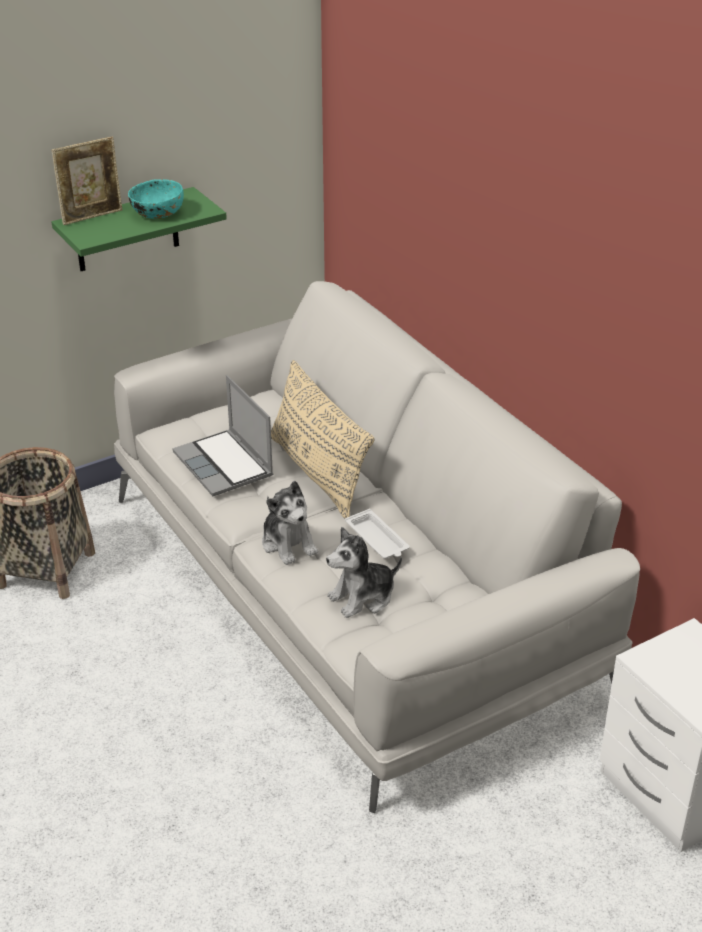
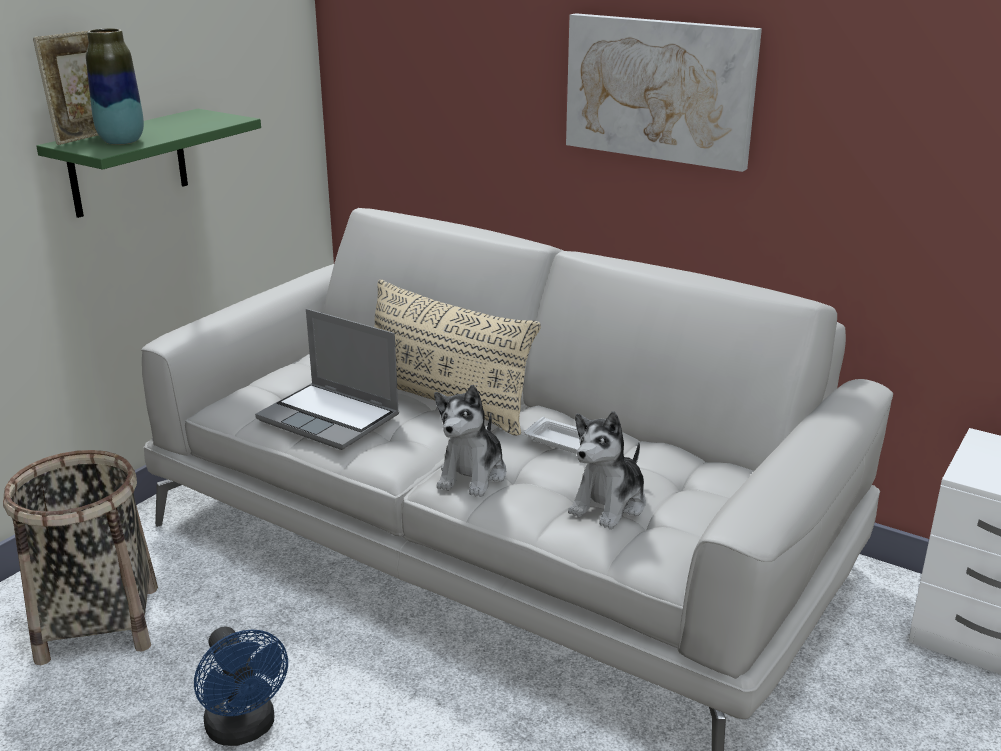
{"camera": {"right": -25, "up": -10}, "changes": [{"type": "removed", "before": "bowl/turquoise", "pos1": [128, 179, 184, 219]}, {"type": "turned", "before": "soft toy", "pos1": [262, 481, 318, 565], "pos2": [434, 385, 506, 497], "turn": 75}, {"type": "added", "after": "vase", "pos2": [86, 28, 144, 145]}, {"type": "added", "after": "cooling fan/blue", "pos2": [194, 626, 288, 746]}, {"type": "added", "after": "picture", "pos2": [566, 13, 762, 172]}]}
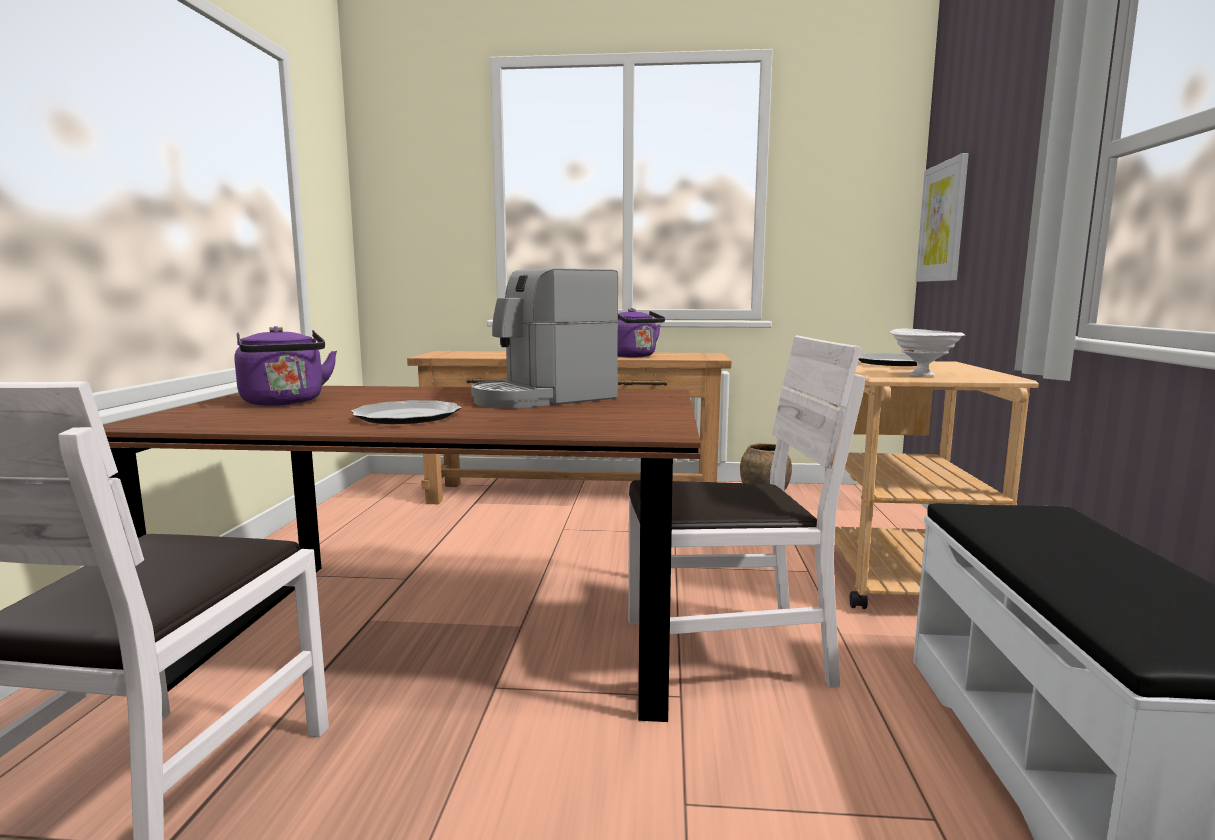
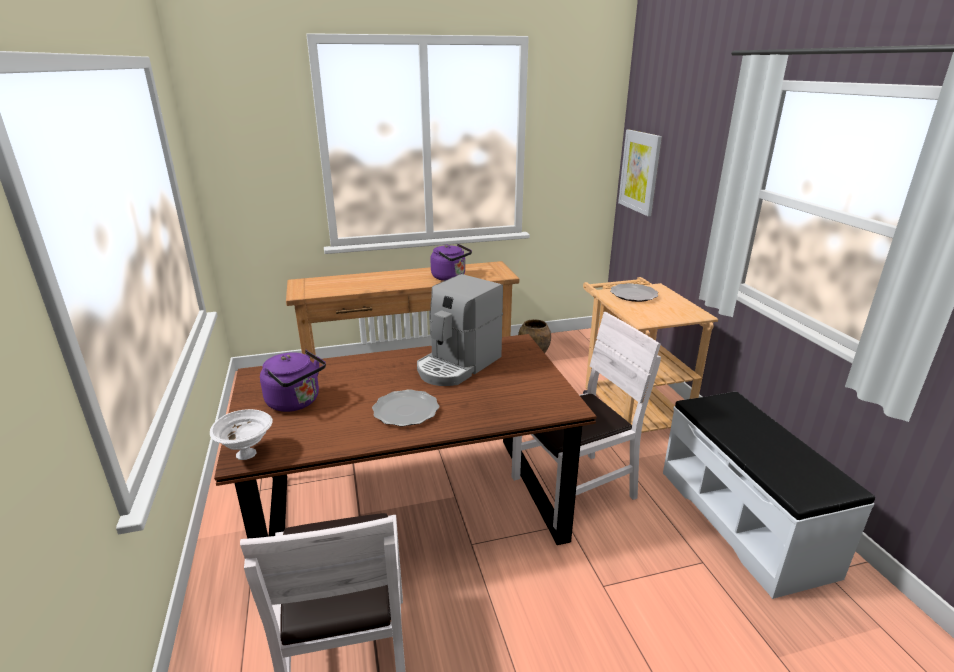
{"camera": {"right": -20, "up": 15}, "changes": [{"type": "moved", "before": "bowl/white", "pos1": [890, 329, 965, 376], "pos2": [210, 409, 273, 460]}]}
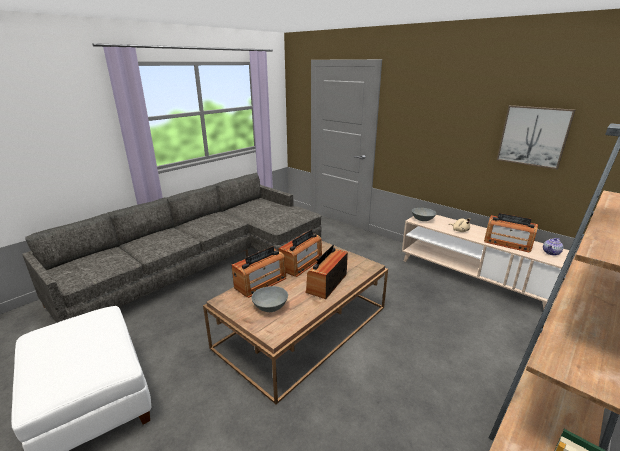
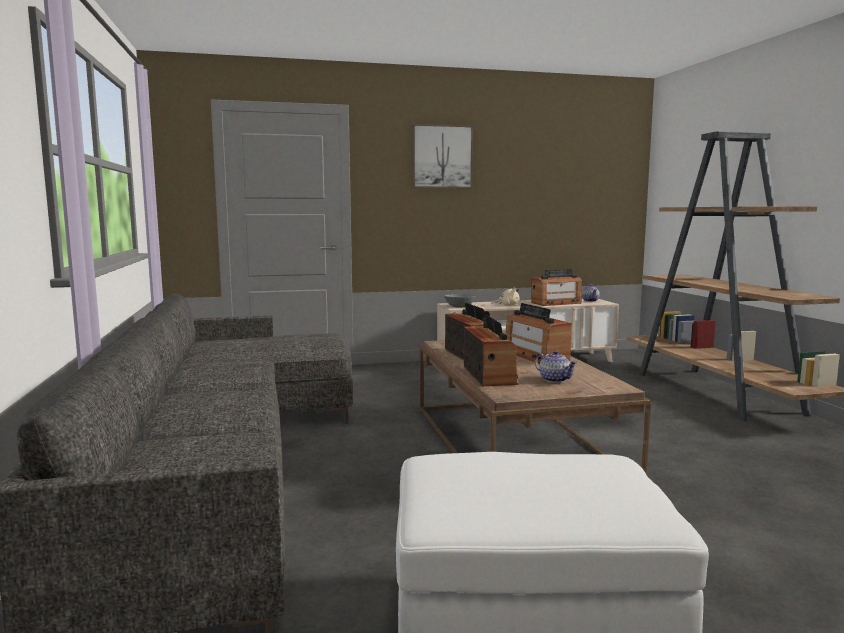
{"camera": {"right": -55, "up": -15}, "changes": [{"type": "replaced", "before": "bowl/gray", "after": "tea pot", "pos1": [251, 286, 288, 312], "pos2": [535, 350, 577, 383]}, {"type": "moved", "before": "picture", "pos1": [497, 105, 575, 169], "pos2": [412, 124, 473, 188]}]}
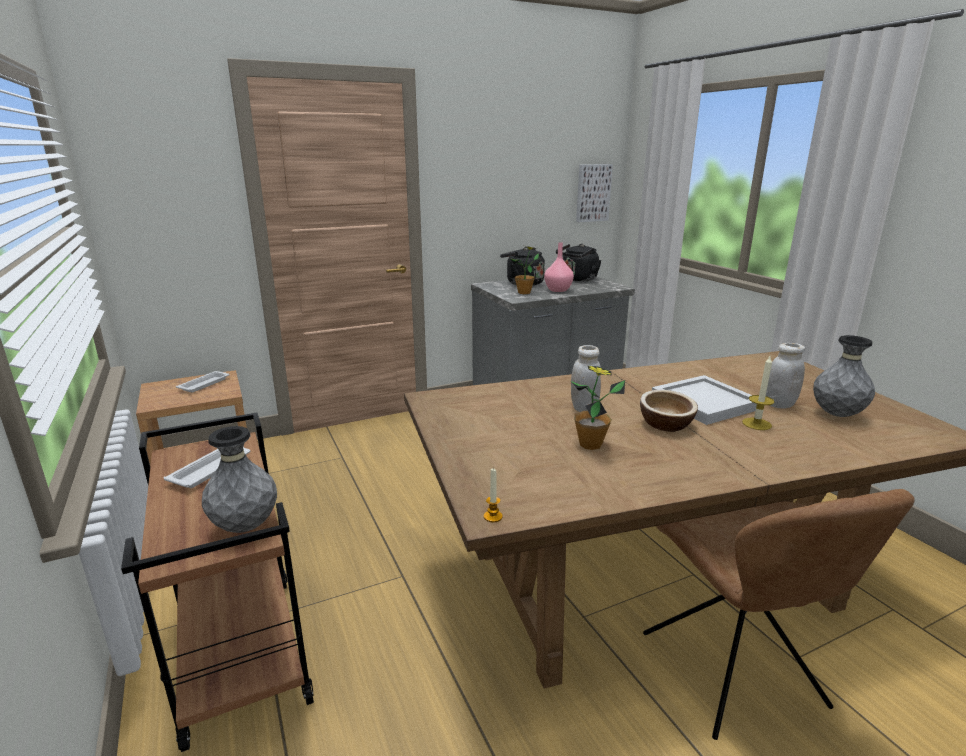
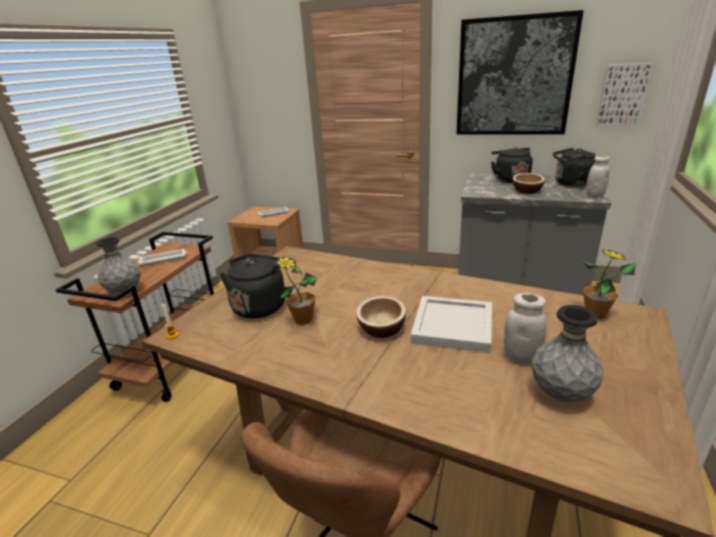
{"camera": {"right": 45, "up": 5}, "changes": [{"type": "moved", "before": "houseplant", "pos1": [510, 246, 540, 294], "pos2": [581, 249, 636, 320]}, {"type": "replaced", "before": "vase/pink-coloured", "after": "bowl", "pos1": [544, 242, 574, 292], "pos2": [513, 173, 545, 194]}, {"type": "moved", "before": "storage jar/white", "pos1": [571, 345, 601, 412], "pos2": [587, 156, 610, 198]}, {"type": "removed", "before": "candle", "pos1": [742, 356, 774, 430]}, {"type": "added", "after": "water kettle/blackish", "pos2": [220, 254, 285, 319]}, {"type": "added", "after": "picture", "pos2": [456, 10, 584, 135]}]}
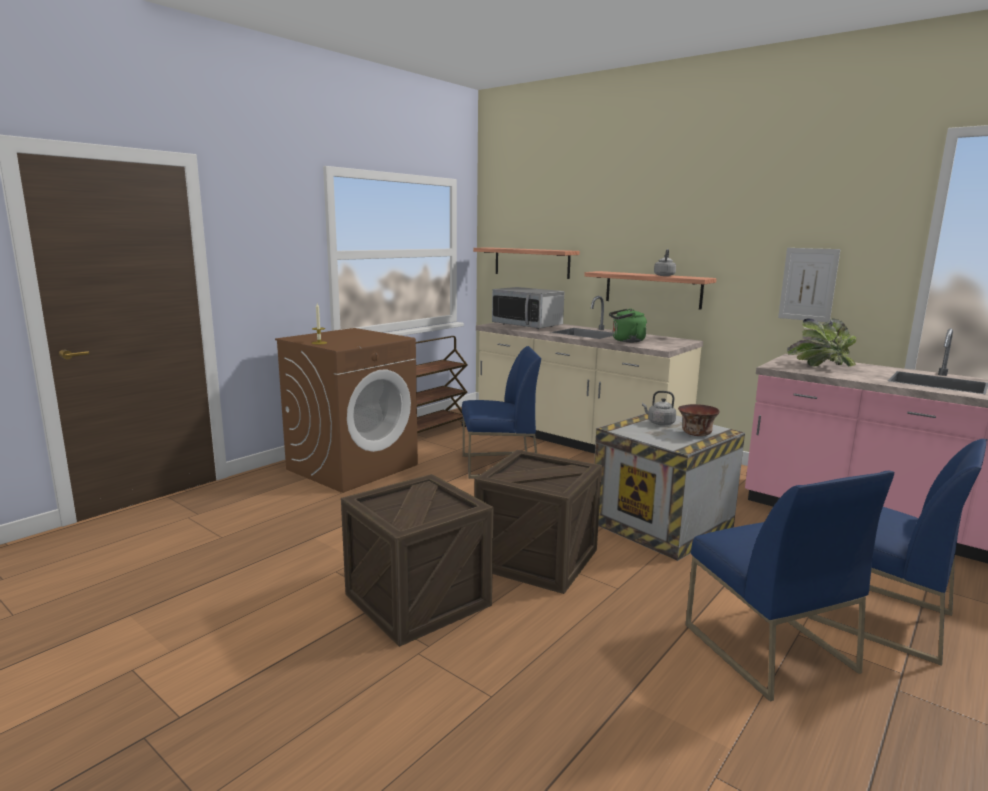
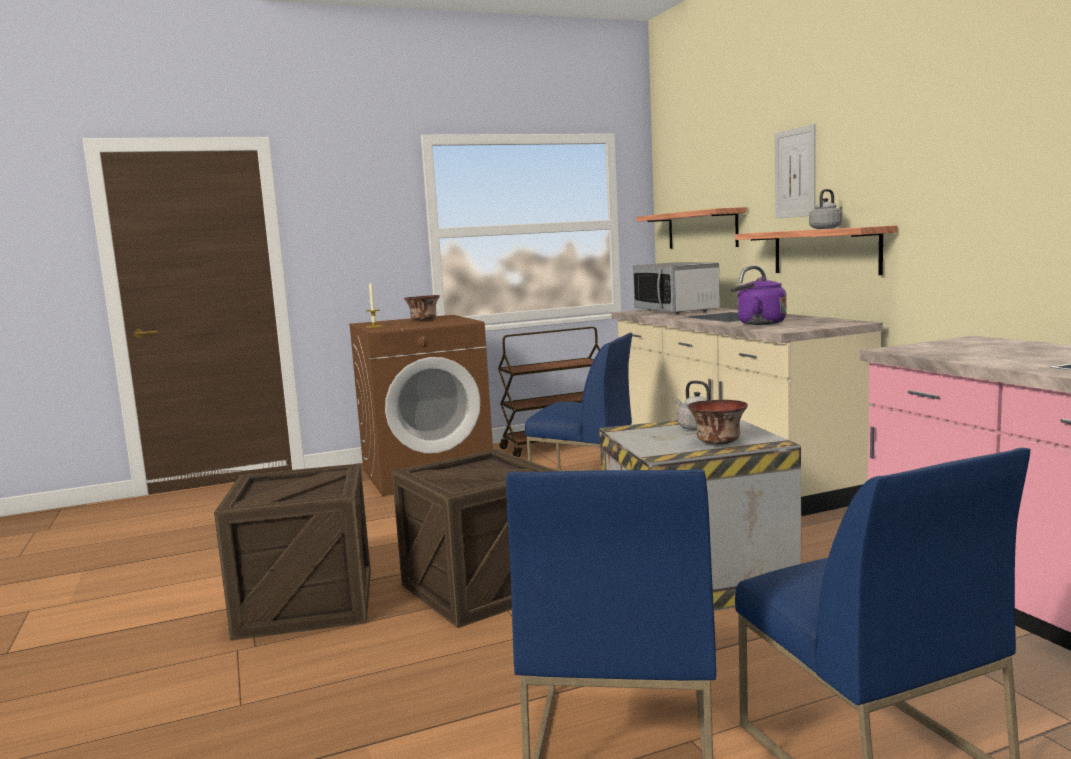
{"camera": {"right": 30, "up": -5}, "changes": [{"type": "recoloured", "before": "water kettle/green-coloured", "after": "water kettle/purple-coloured", "pos1": [609, 309, 647, 342], "pos2": [731, 277, 787, 325]}, {"type": "moved", "before": "picture", "pos1": [778, 248, 841, 322], "pos2": [775, 124, 816, 218]}, {"type": "removed", "before": "houseplant", "pos1": [787, 318, 857, 367]}, {"type": "added", "after": "bowl", "pos2": [404, 295, 440, 321]}]}
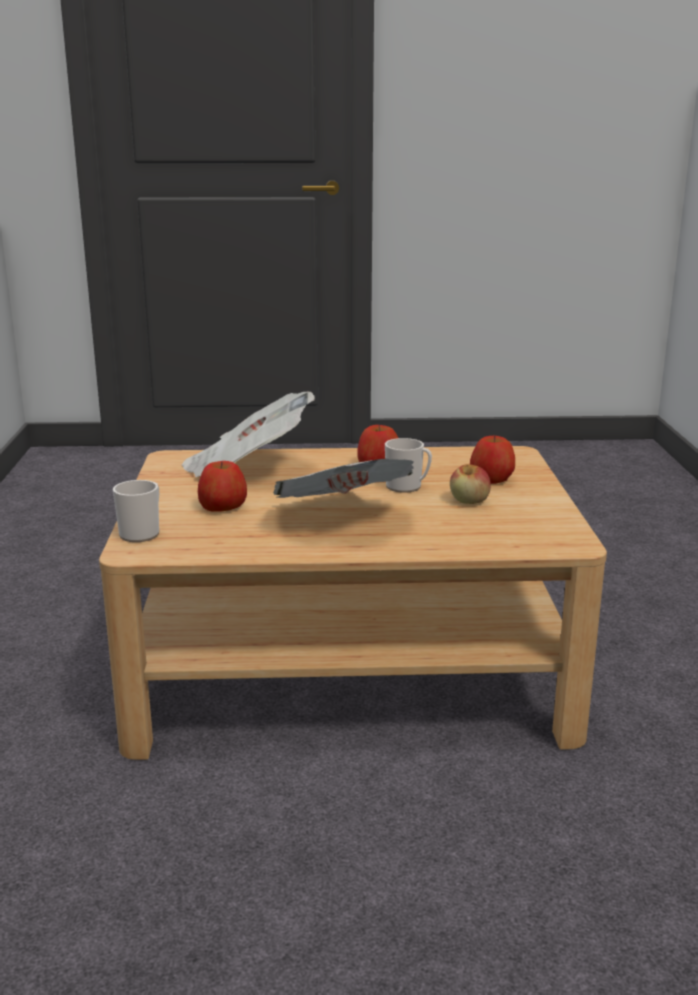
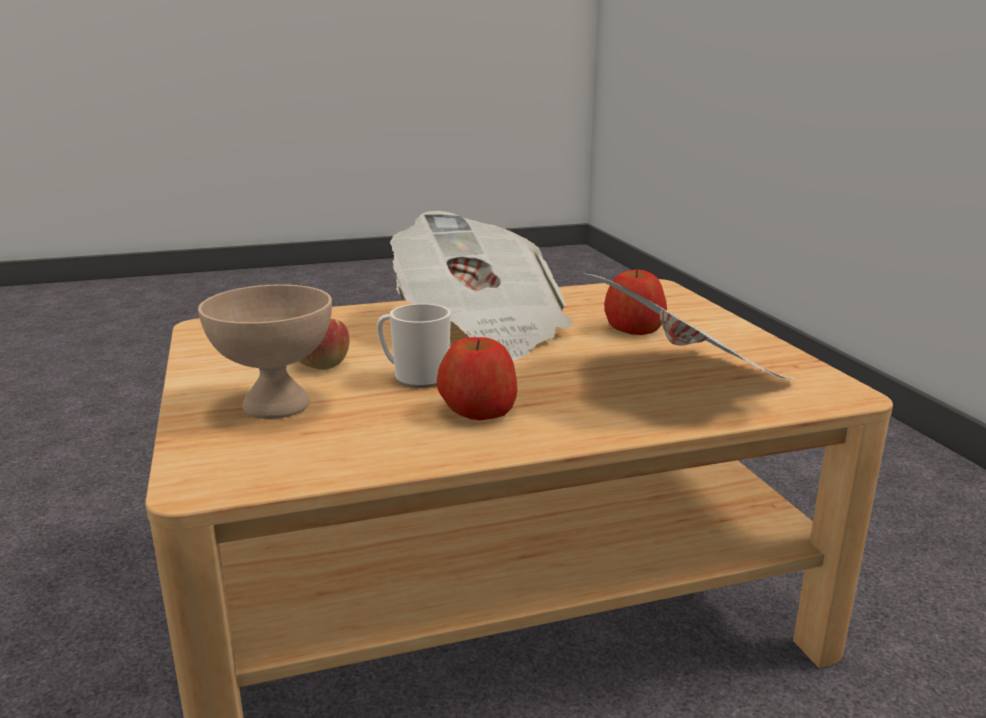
{"camera": {"right": 165, "up": 0}, "changes": [{"type": "removed", "before": "mug", "pos1": [113, 480, 159, 542]}, {"type": "replaced", "before": "apple", "after": "bowl/beige", "pos1": [470, 436, 515, 484], "pos2": [198, 284, 332, 419]}]}
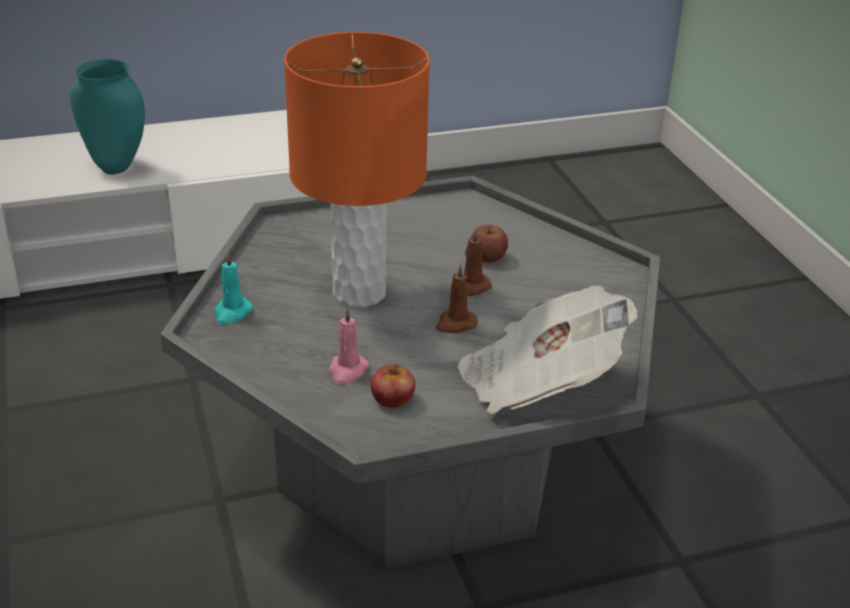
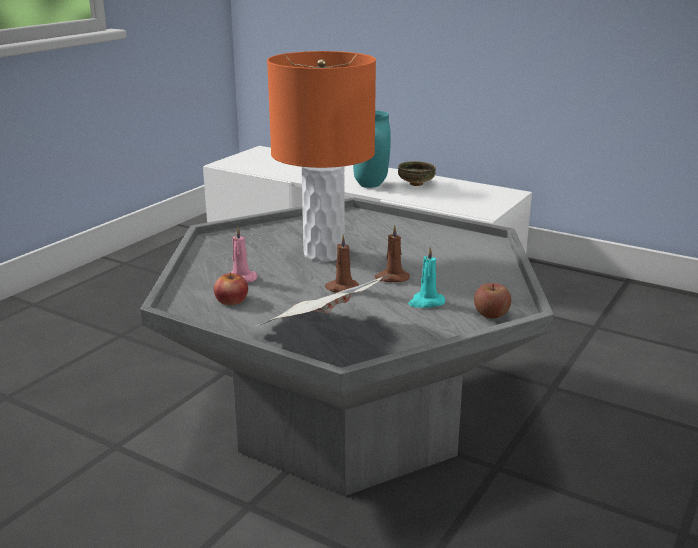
{"camera": {"right": 50, "up": -10}, "changes": [{"type": "moved", "before": "candle/turquoise", "pos1": [214, 252, 253, 325], "pos2": [408, 246, 445, 308]}, {"type": "moved", "before": "apple", "pos1": [470, 225, 508, 262], "pos2": [474, 283, 511, 319]}, {"type": "added", "after": "bowl", "pos2": [398, 161, 436, 186]}]}
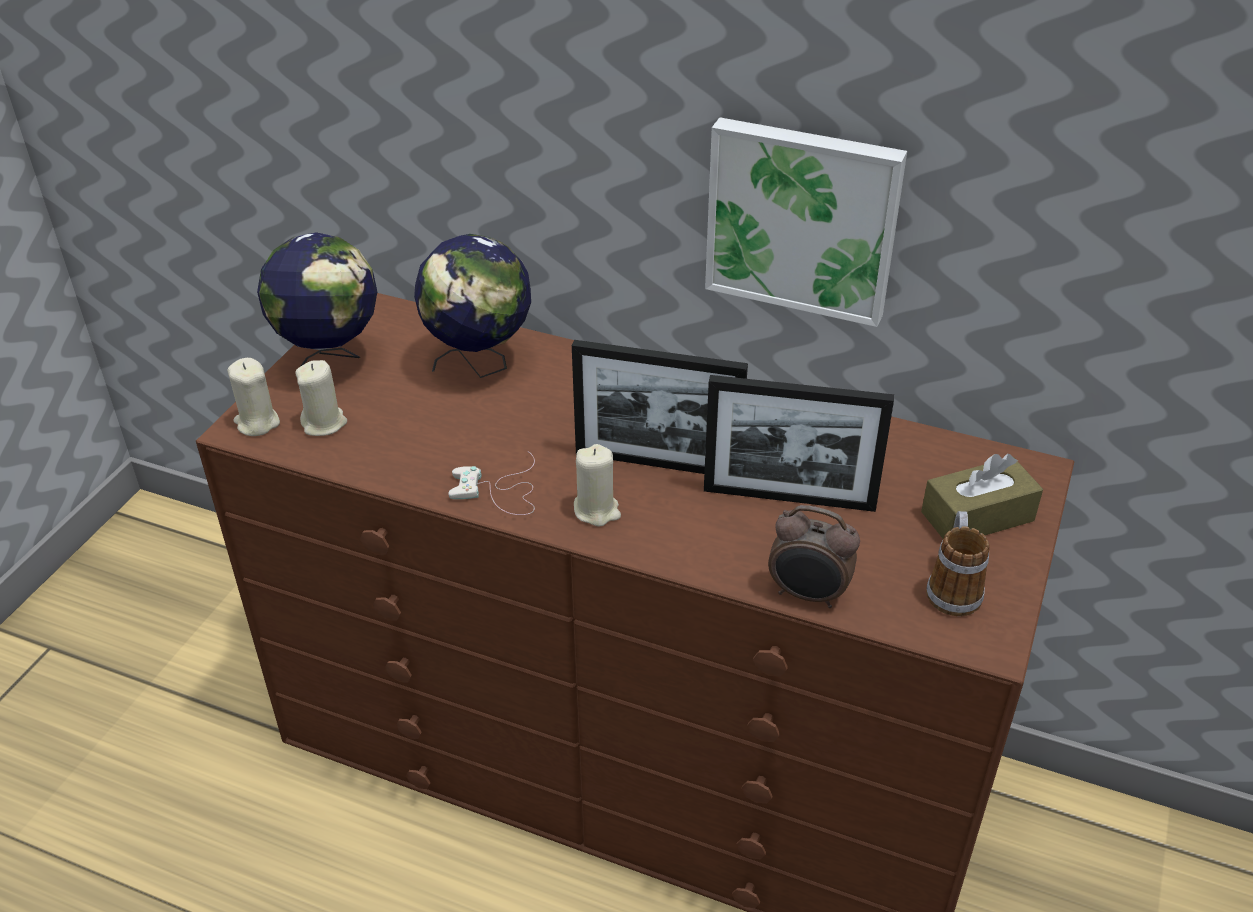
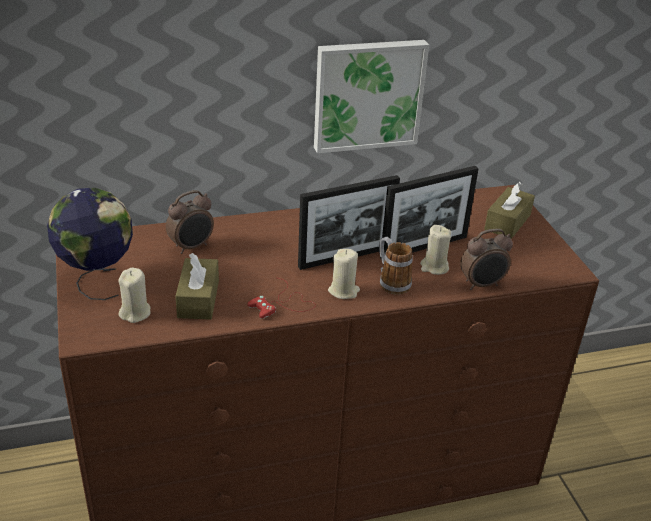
{"camera": {"right": -40, "up": -5}, "changes": [{"type": "moved", "before": "candle/beige", "pos1": [227, 358, 280, 436], "pos2": [420, 225, 451, 275]}, {"type": "replaced", "before": "globe", "after": "table clock", "pos1": [414, 234, 531, 378], "pos2": [166, 190, 214, 254]}, {"type": "recoloured", "before": "joypad/white", "after": "joypad/reddish", "pos1": [448, 451, 535, 515], "pos2": [247, 278, 316, 319]}, {"type": "moved", "before": "mug", "pos1": [926, 511, 989, 616], "pos2": [379, 237, 413, 295]}, {"type": "added", "after": "tissue holder/brown", "pos2": [175, 253, 219, 320]}]}
